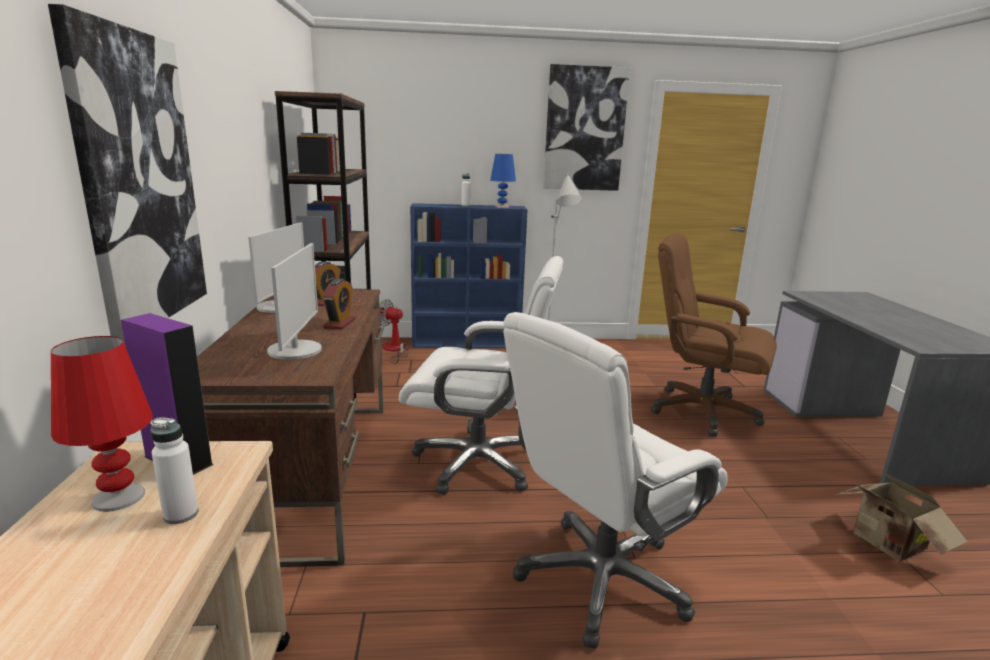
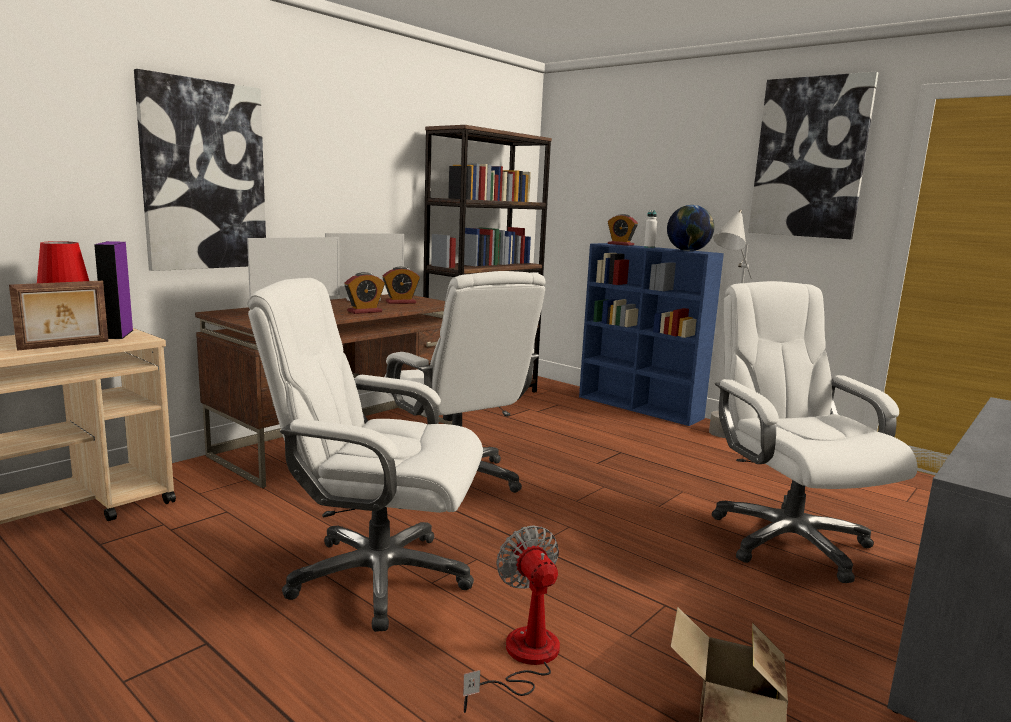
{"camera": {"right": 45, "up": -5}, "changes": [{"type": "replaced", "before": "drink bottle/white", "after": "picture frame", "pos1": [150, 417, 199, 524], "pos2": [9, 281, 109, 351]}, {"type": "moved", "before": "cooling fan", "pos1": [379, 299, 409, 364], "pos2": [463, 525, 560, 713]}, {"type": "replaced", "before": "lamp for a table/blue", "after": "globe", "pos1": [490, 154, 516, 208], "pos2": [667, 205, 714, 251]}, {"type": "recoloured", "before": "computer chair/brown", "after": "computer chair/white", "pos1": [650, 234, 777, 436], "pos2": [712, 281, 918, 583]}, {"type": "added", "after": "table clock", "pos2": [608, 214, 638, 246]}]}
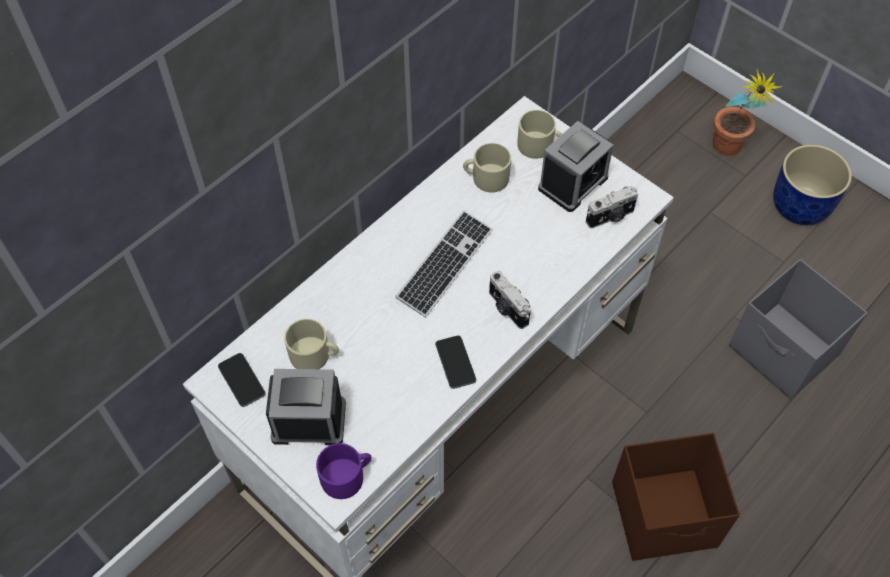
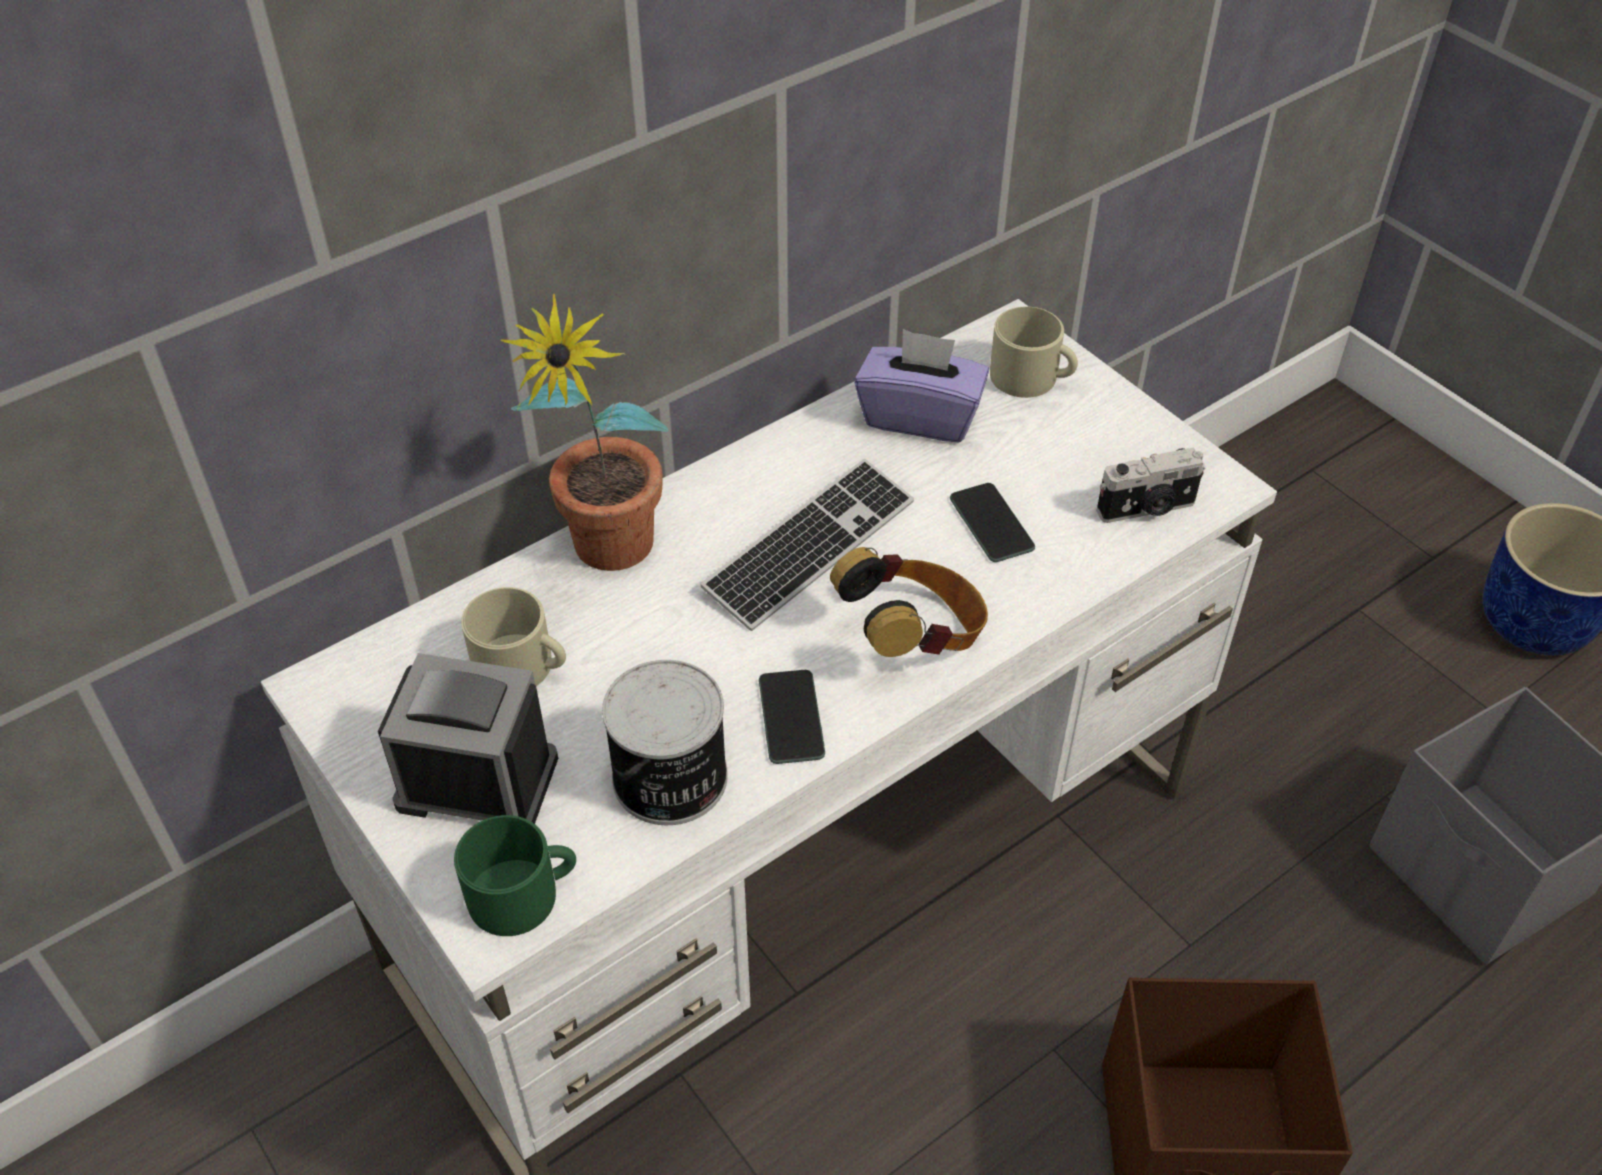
{"camera": {"right": 10, "up": -10}, "changes": [{"type": "moved", "before": "handset", "pos1": [218, 353, 266, 407], "pos2": [950, 483, 1035, 562]}, {"type": "recoloured", "before": "mug/purple-coloured", "after": "mug/green-coloured", "pos1": [316, 443, 372, 499], "pos2": [454, 815, 576, 936]}, {"type": "replaced", "before": "mug/beige", "after": "tissue holder/purple-coloured", "pos1": [463, 143, 511, 193], "pos2": [854, 329, 989, 443]}, {"type": "replaced", "before": "still camera", "after": "headphones", "pos1": [489, 271, 531, 329], "pos2": [830, 547, 988, 657]}, {"type": "removed", "before": "table clock", "pos1": [538, 121, 614, 212]}, {"type": "moved", "before": "houseplant", "pos1": [713, 69, 782, 156], "pos2": [501, 294, 668, 571]}, {"type": "added", "after": "metal can", "pos2": [602, 660, 728, 825]}]}
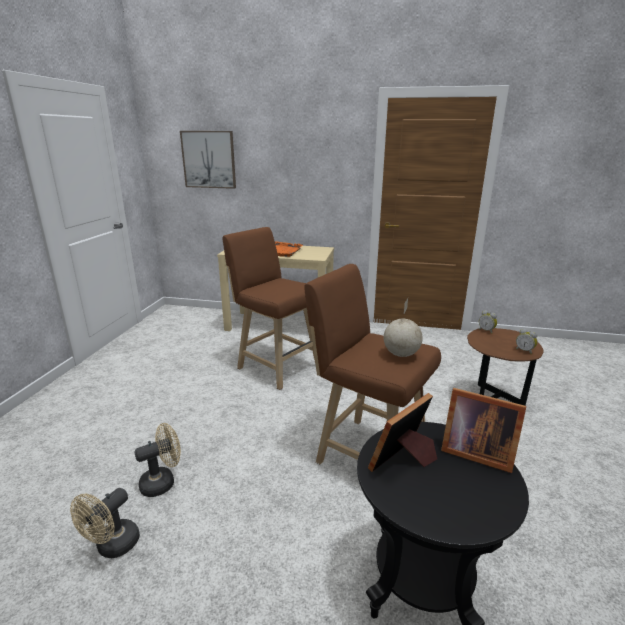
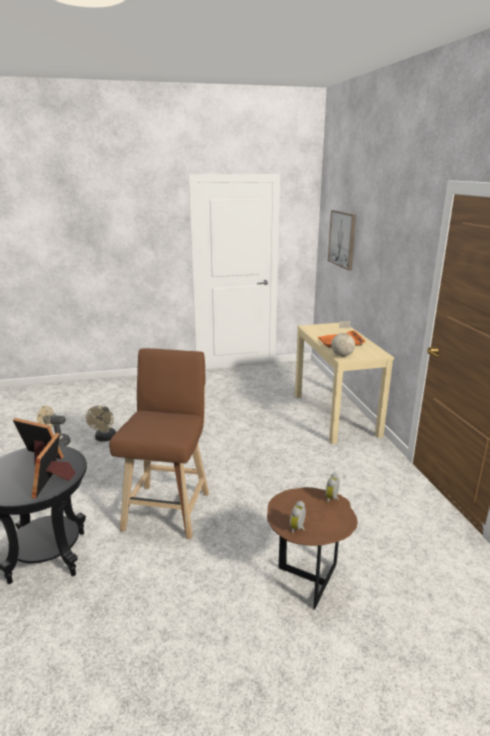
{"camera": {"right": 65, "up": 0}, "changes": [{"type": "turned", "before": "cooling fan/beige", "pos1": [135, 423, 181, 497], "pos2": [86, 406, 116, 442], "turn": 60}, {"type": "removed", "before": "sitting stool/brown", "pos1": [222, 227, 316, 390]}, {"type": "moved", "before": "globe", "pos1": [384, 298, 423, 357], "pos2": [331, 321, 355, 357]}]}
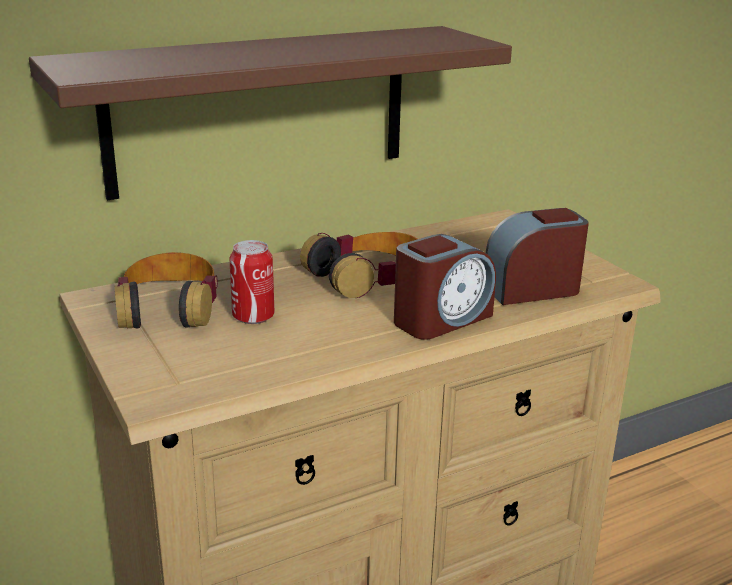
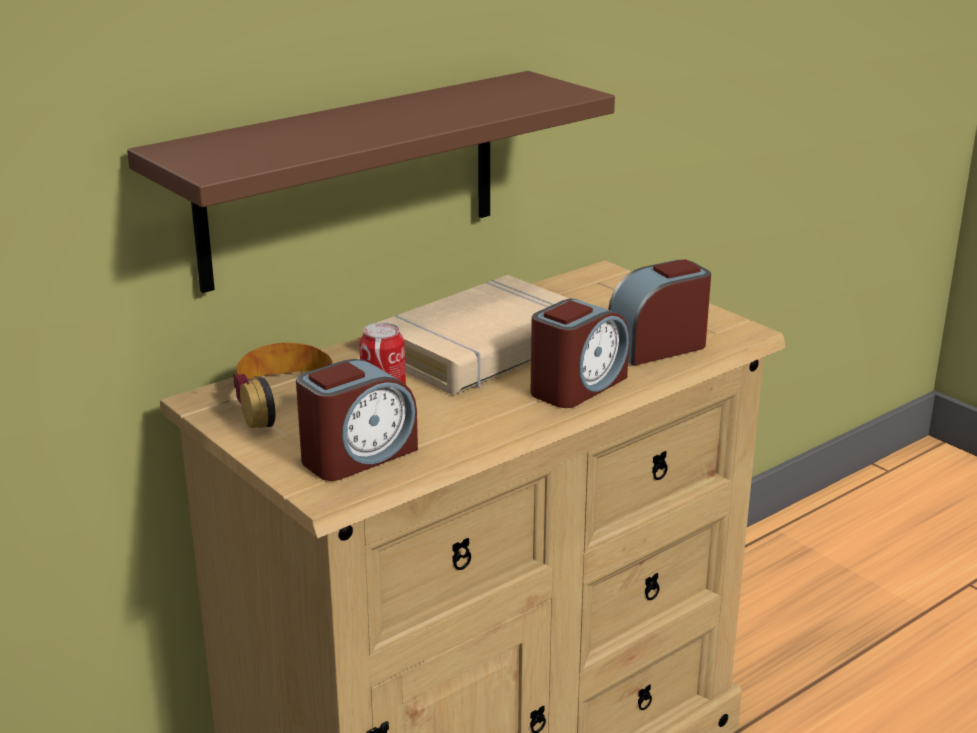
{"camera": {"right": -10, "up": 0}, "changes": [{"type": "replaced", "before": "headphones", "after": "book/beige", "pos1": [300, 232, 417, 298], "pos2": [377, 275, 569, 395]}, {"type": "added", "after": "table clock", "pos2": [296, 359, 418, 481]}]}
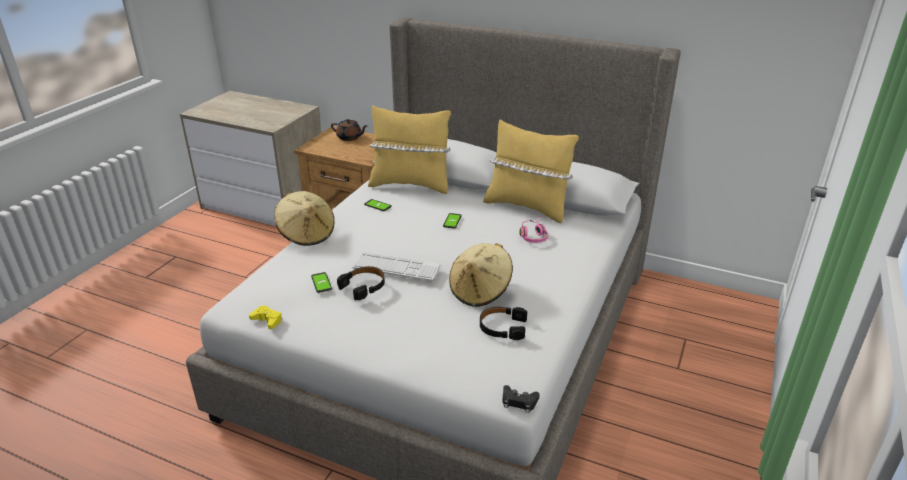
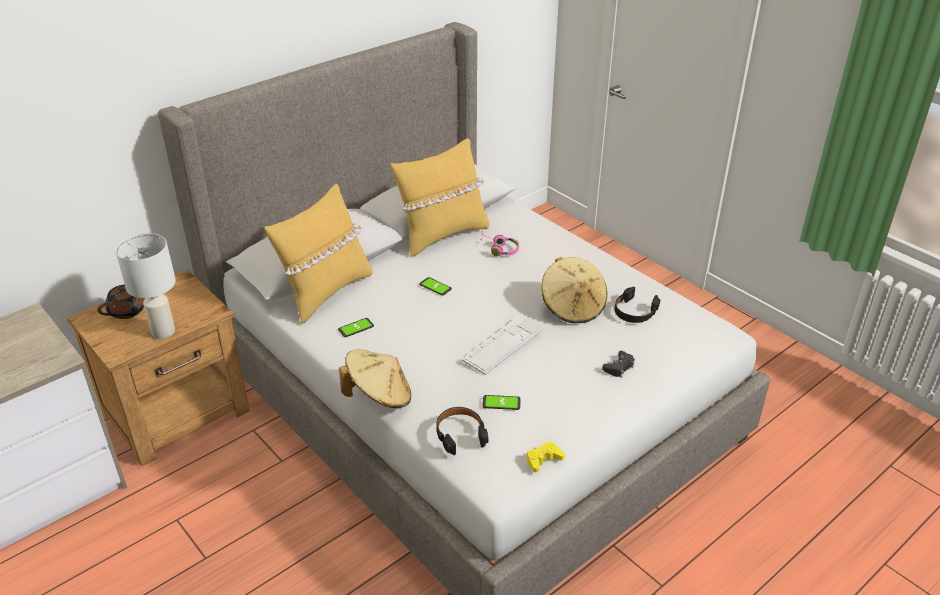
{"camera": {"right": -65, "up": 5}, "changes": [{"type": "moved", "before": "headphones/blackish", "pos1": [337, 266, 385, 300], "pos2": [436, 407, 488, 455]}, {"type": "moved", "before": "joypad/blackish", "pos1": [502, 385, 540, 413], "pos2": [602, 351, 635, 378]}, {"type": "added", "after": "lamp for a table/white", "pos2": [115, 233, 176, 339]}]}
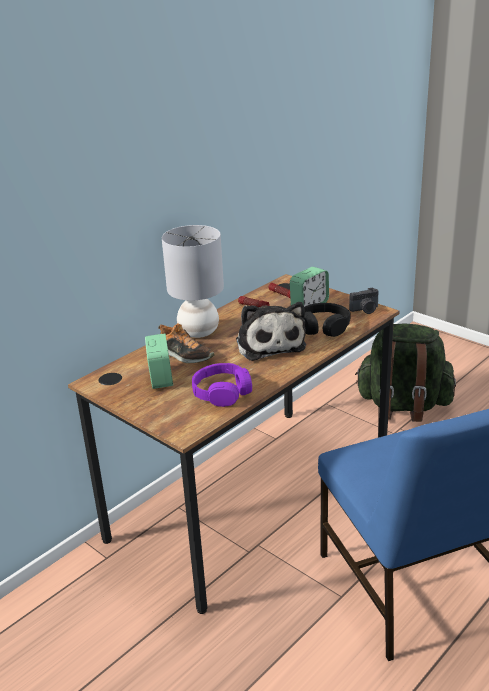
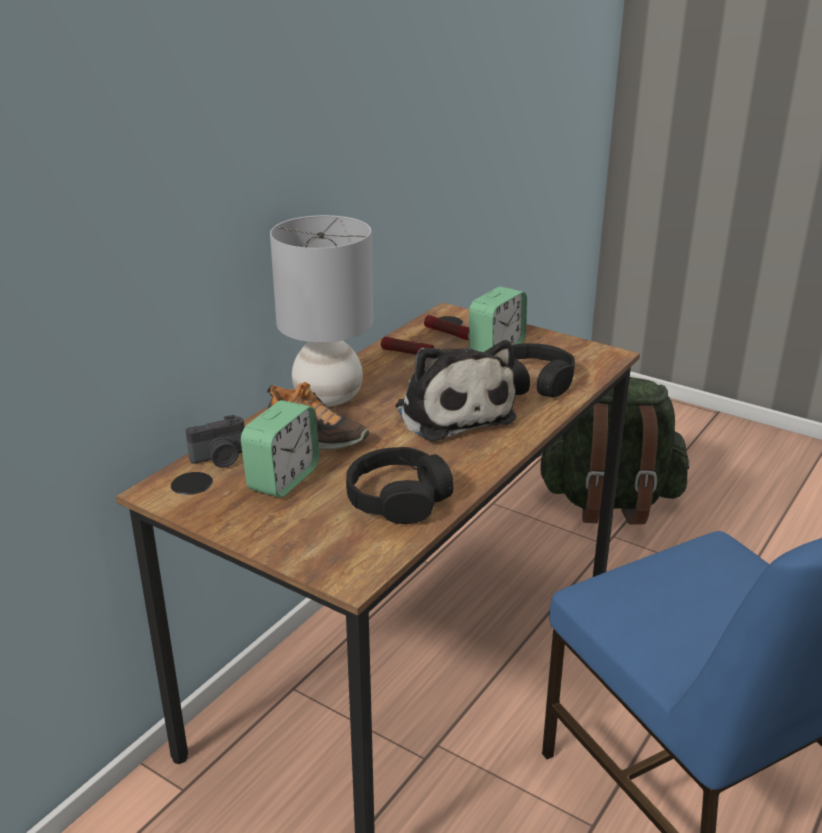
{"camera": {"right": -10, "up": 0}, "changes": [{"type": "turned", "before": "table clock", "pos1": [145, 333, 173, 389], "pos2": [241, 400, 319, 497], "turn": 45}, {"type": "recoloured", "before": "headphones/purple-coloured", "after": "headphones/blackish", "pos1": [192, 363, 252, 407], "pos2": [346, 447, 454, 524]}, {"type": "moved", "before": "still camera", "pos1": [349, 288, 379, 314], "pos2": [186, 415, 245, 468]}]}
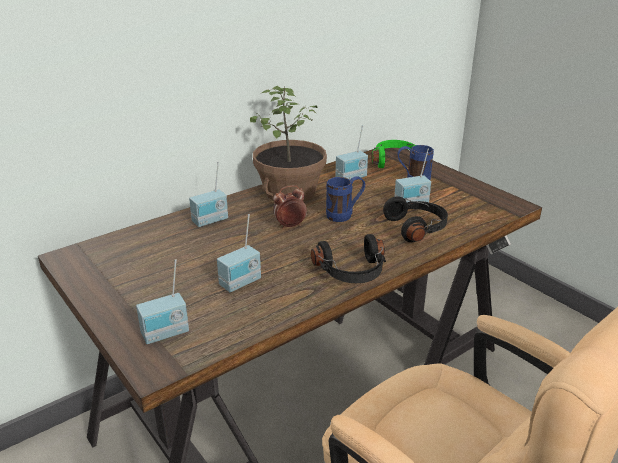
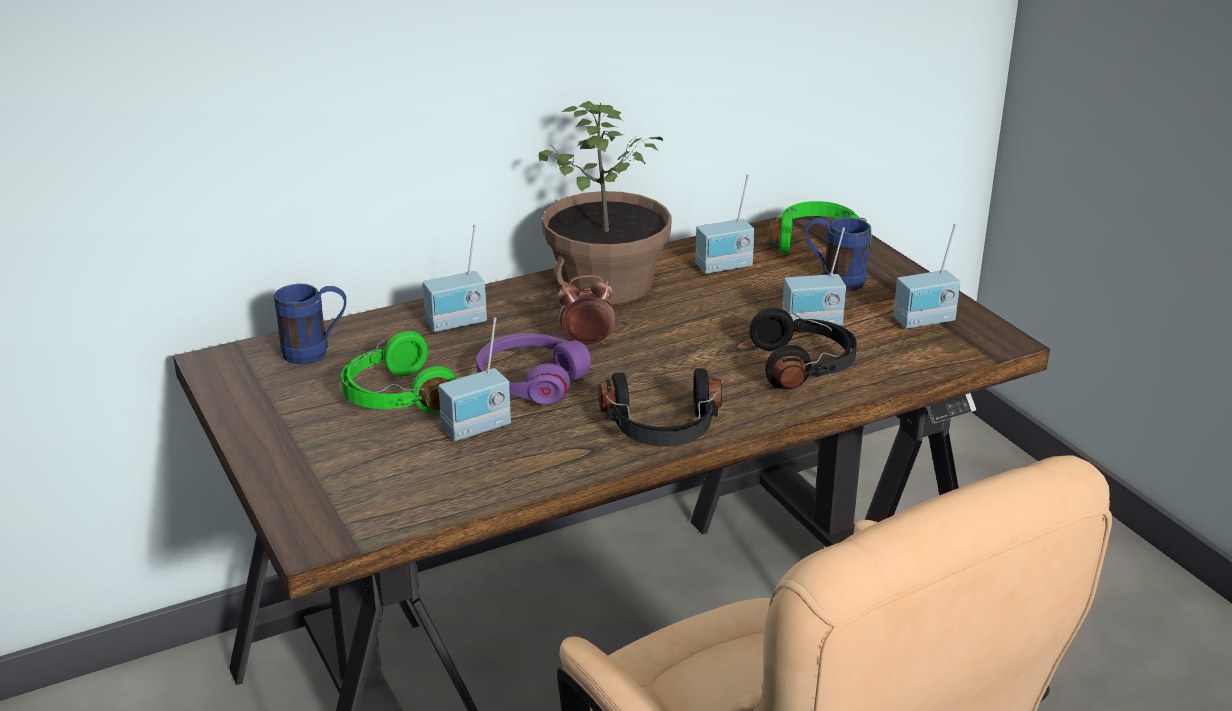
{"camera": {"right": 10, "up": 0}, "changes": [{"type": "moved", "before": "radio receiver", "pos1": [136, 259, 189, 344], "pos2": [893, 223, 960, 329]}, {"type": "moved", "before": "mug/blue", "pos1": [326, 176, 365, 222], "pos2": [274, 284, 346, 364]}, {"type": "added", "after": "headphones/green-coloured", "pos2": [341, 331, 456, 412]}, {"type": "added", "after": "headphones/purple-coloured", "pos2": [476, 334, 591, 405]}]}
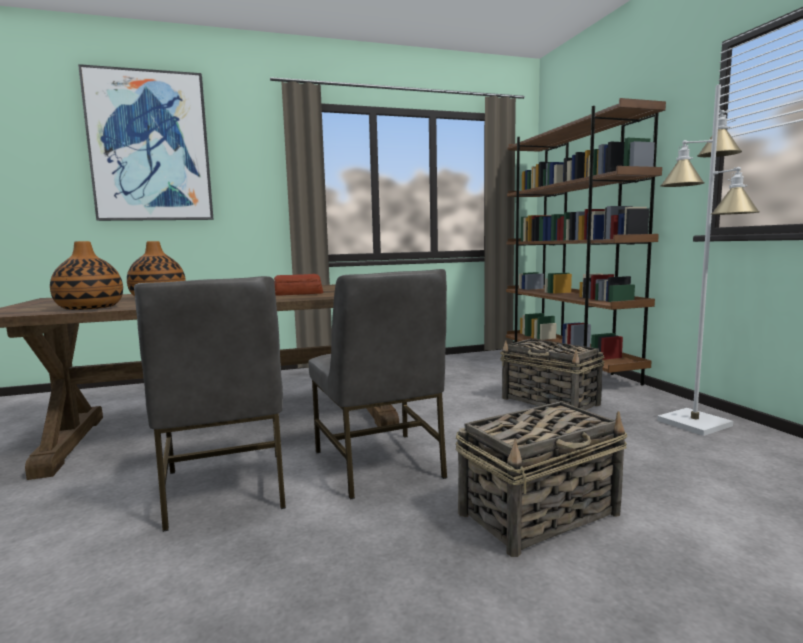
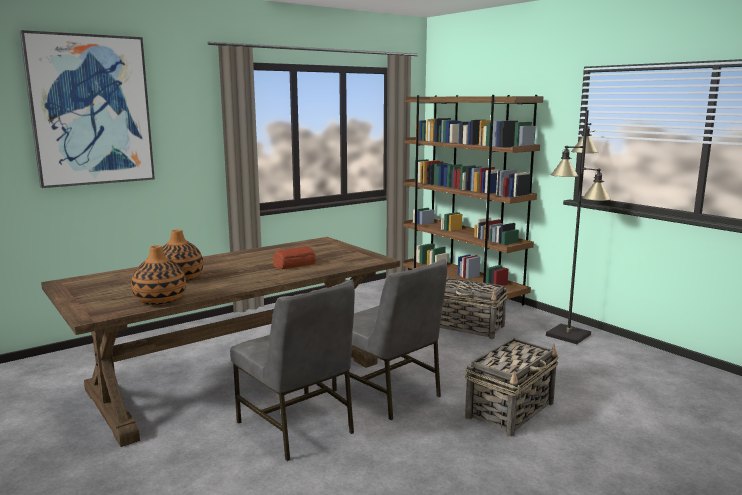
{"camera": {"right": -20, "up": 5}, "changes": [{"type": "recoloured", "before": "standard lamp/white", "after": "standard lamp/blackish", "pos1": [657, 84, 760, 436], "pos2": [546, 110, 611, 344]}]}
